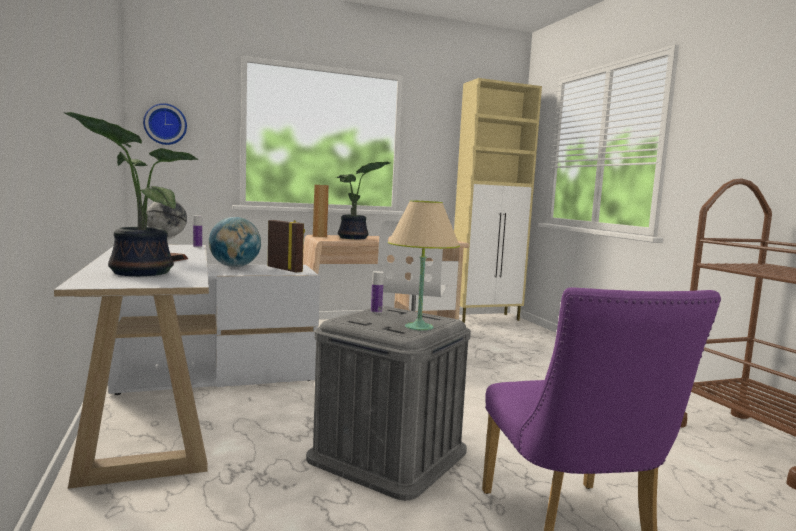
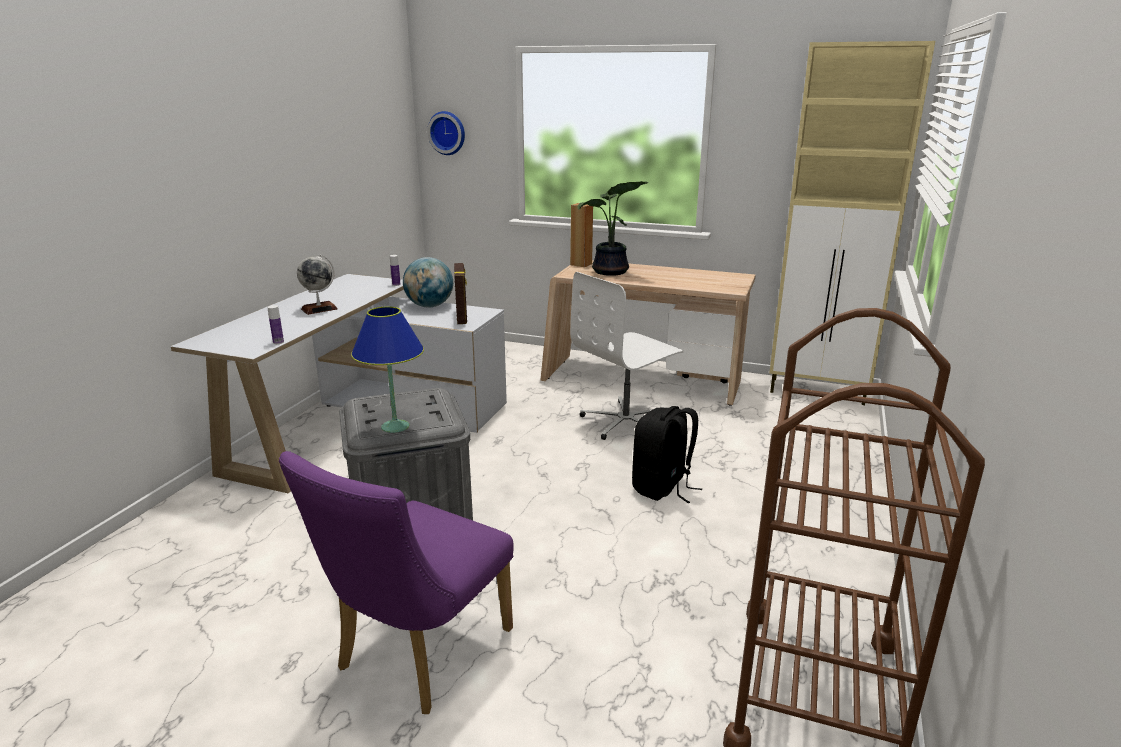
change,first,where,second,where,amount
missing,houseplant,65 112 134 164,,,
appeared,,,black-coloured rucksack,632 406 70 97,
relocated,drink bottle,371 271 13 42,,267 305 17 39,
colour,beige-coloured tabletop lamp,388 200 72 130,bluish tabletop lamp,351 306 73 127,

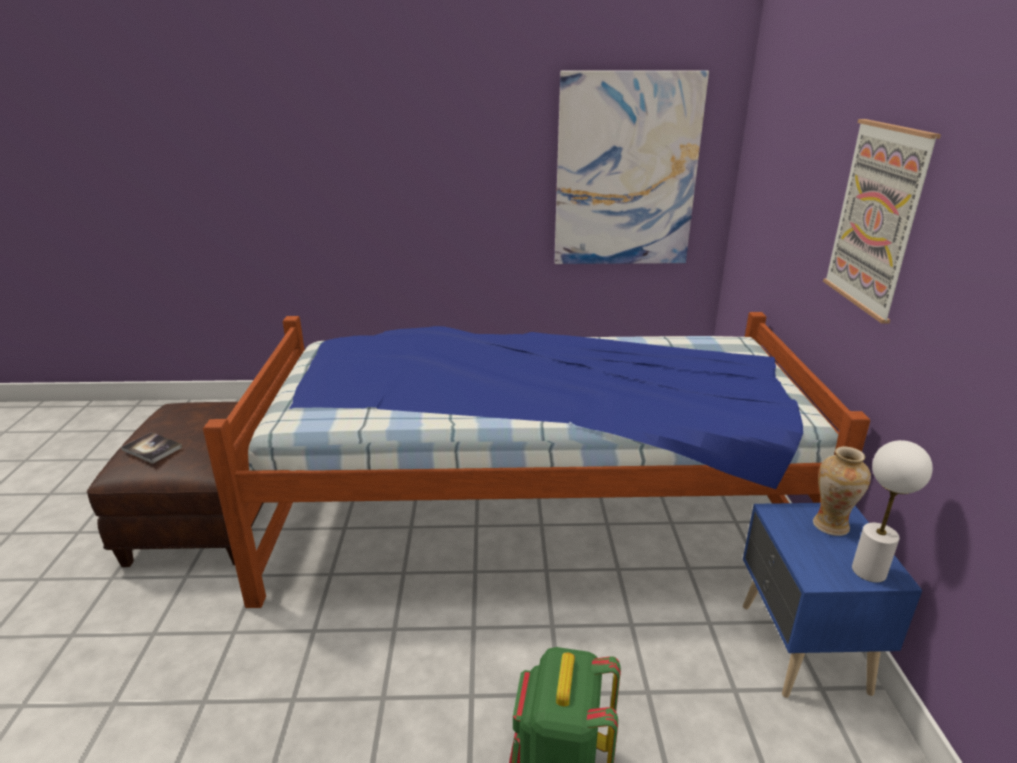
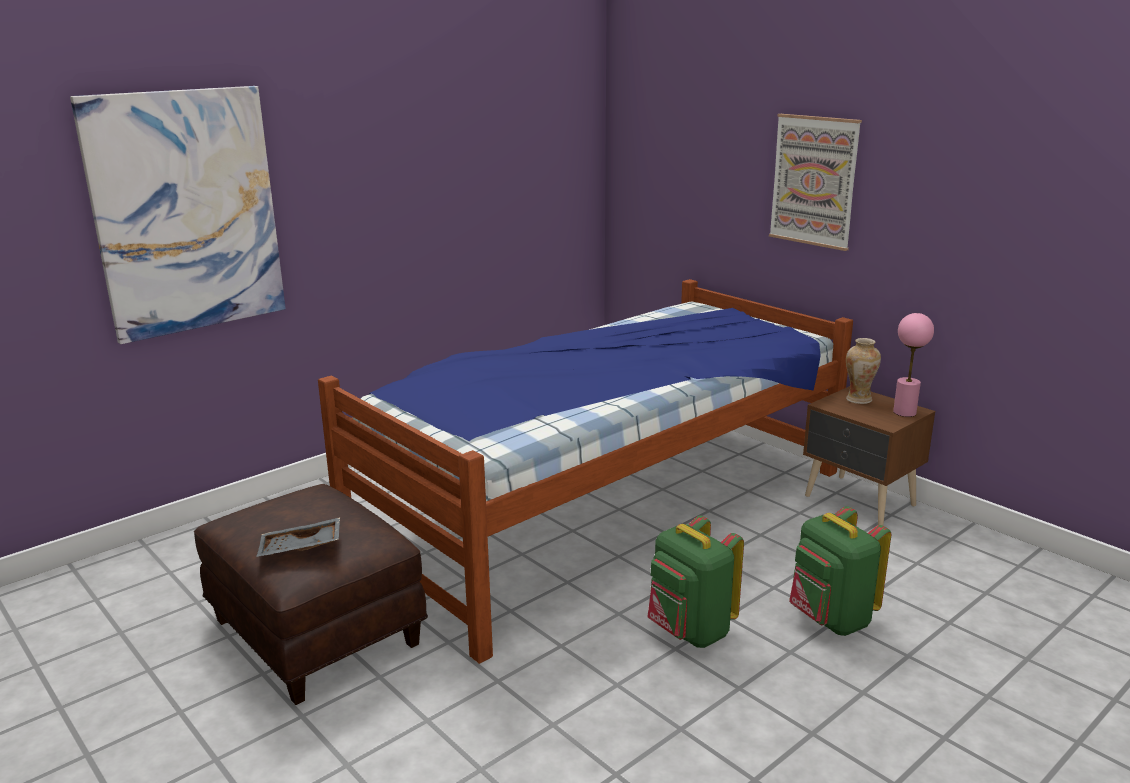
change,first,where,second,where,amount
appeared,,,green rucksack,648 515 96 133,
relocated,wall art,554 70 155 194,,70 86 216 258,
exchanged,book,121 432 61 32,gray carrying tray,256 517 84 40,
colour,bluish night table,743 503 180 195,brown-coloured night table,803 386 132 140,
colour,whitish tabletop lamp,852 440 81 143,pinkish tabletop lamp,893 313 41 104,

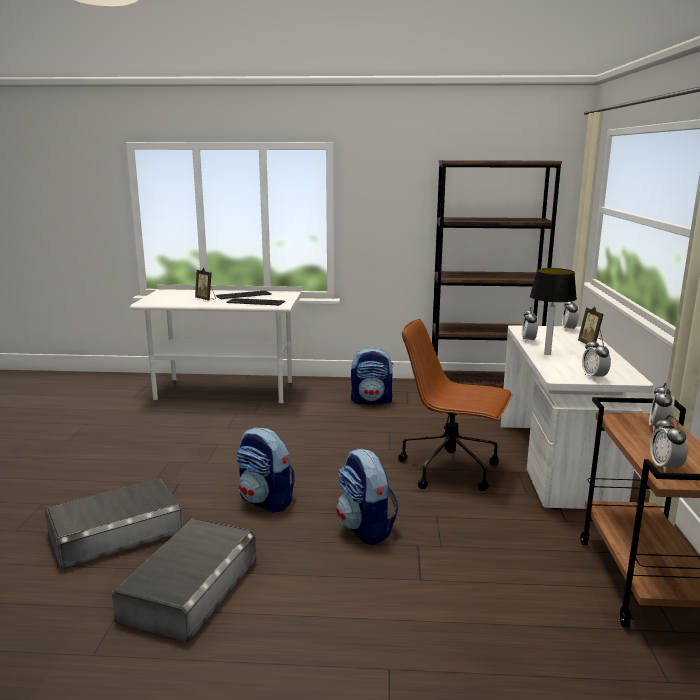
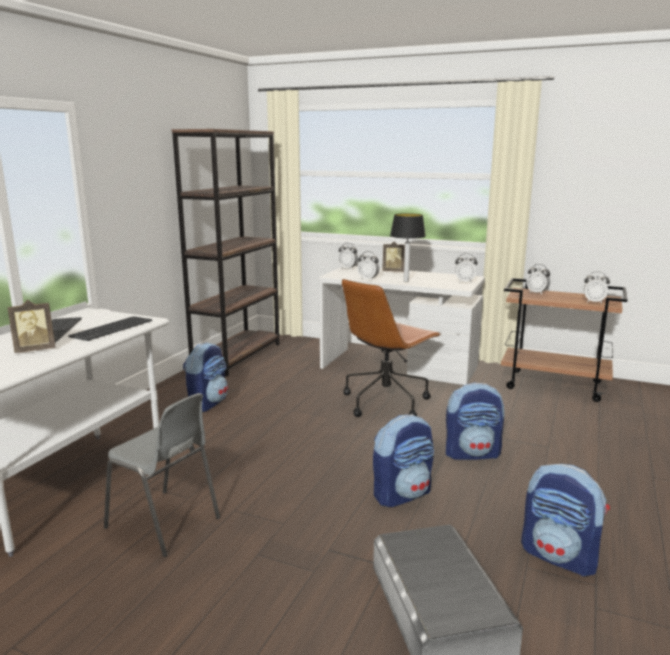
change,first,where,second,where,amount
appeared,,,gray upright chair,104 393 116 164,
exchanged,gray storage bin,112 518 144 124,rucksack,521 464 89 112,

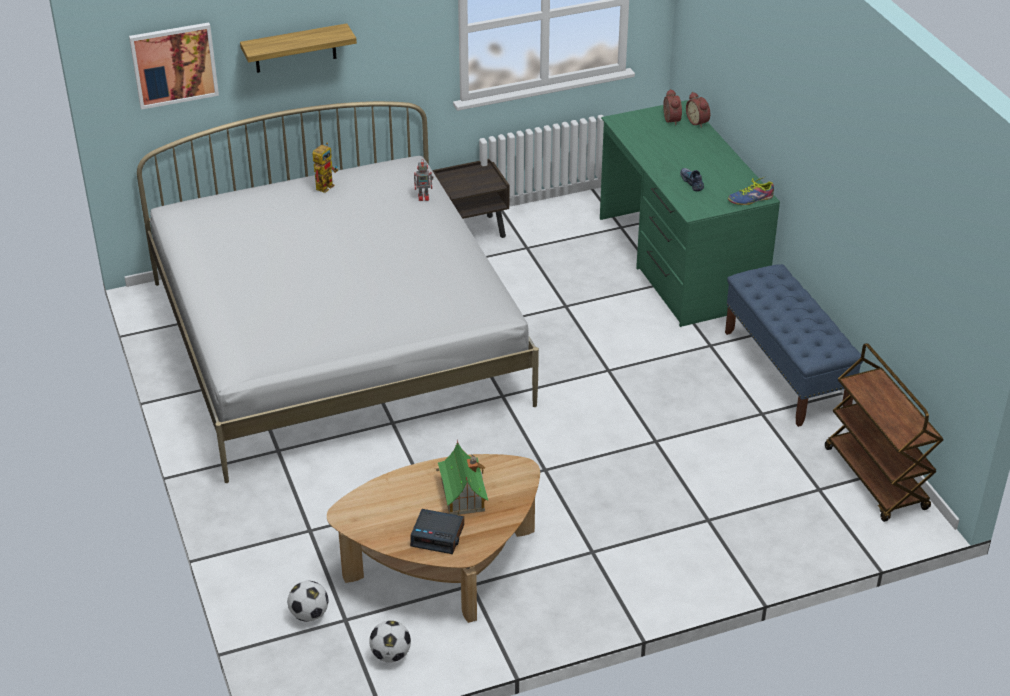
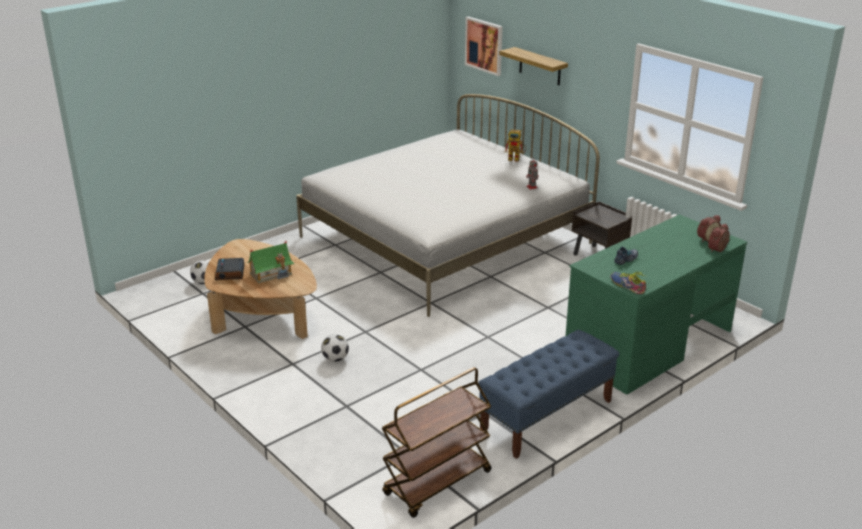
change,first,where,second,where,amount
relocated,ball for football,369 620 42 42,,321 334 28 28,

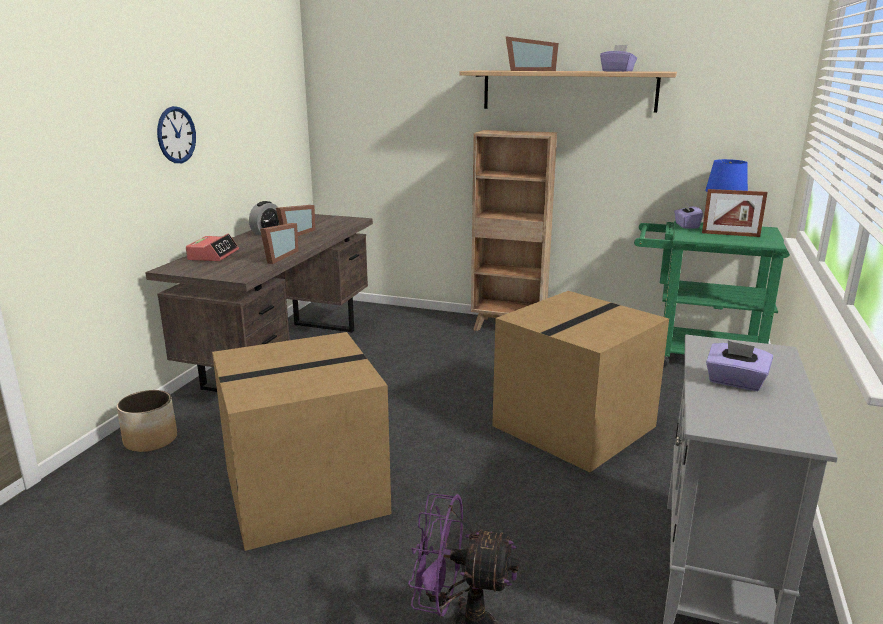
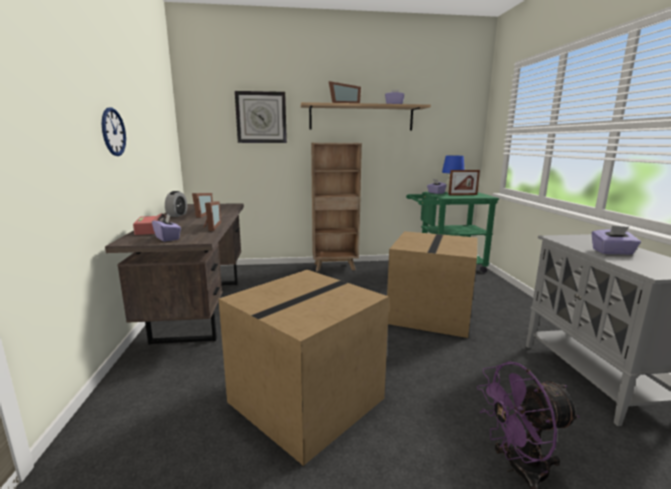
change,first,where,second,where,amount
missing,planter,117 390 60 62,,,
appeared,,,purple tissue holder,152 214 29 28,
appeared,,,clock on the wall,235 91 52 52,

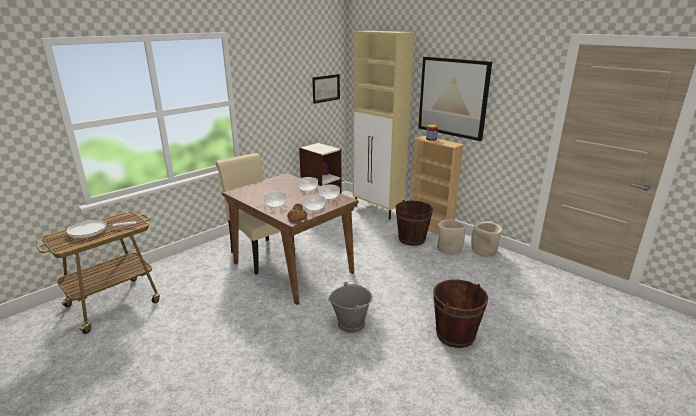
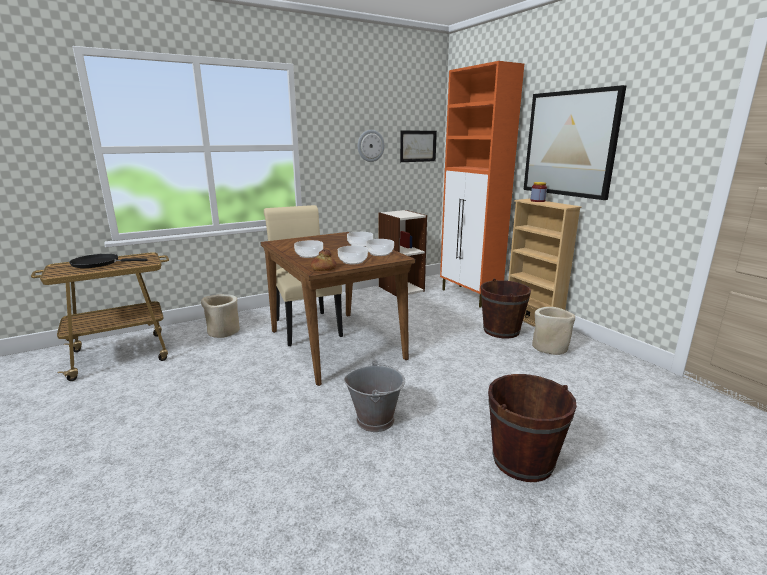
change,first,where,second,where,amount
appeared,,,clock on the wall,358 130 27 32,
relocated,beige-coloured planter,471 221 31 36,,201 294 39 44,
colour,whitish pan,66 219 70 19,black-coloured pan,69 254 79 14,
colour,beige-coloured storage cabinet,353 31 62 189,orange-coloured storage cabinet,440 61 84 246,

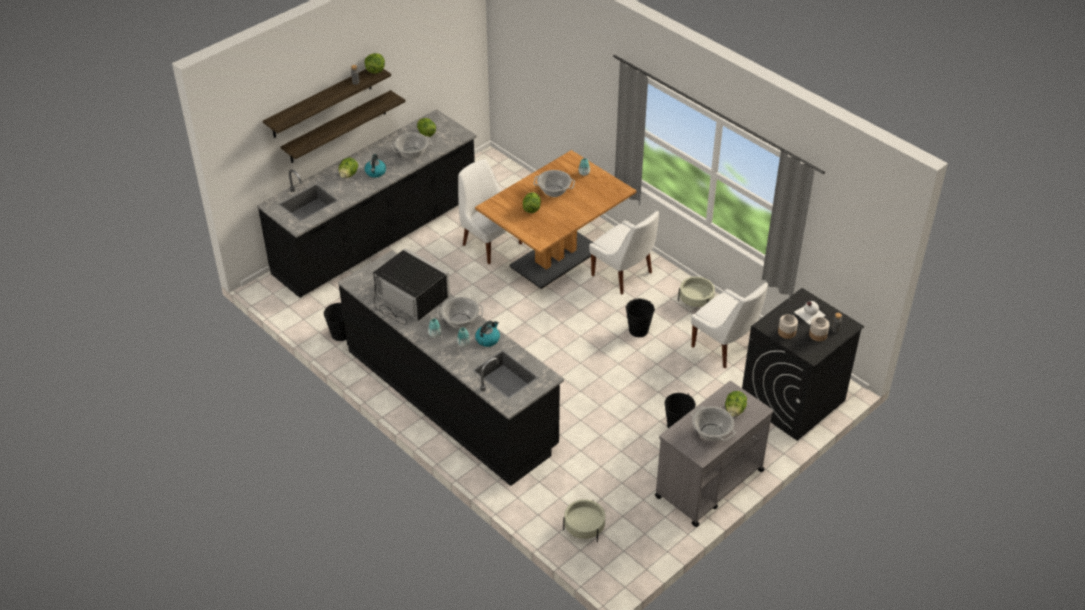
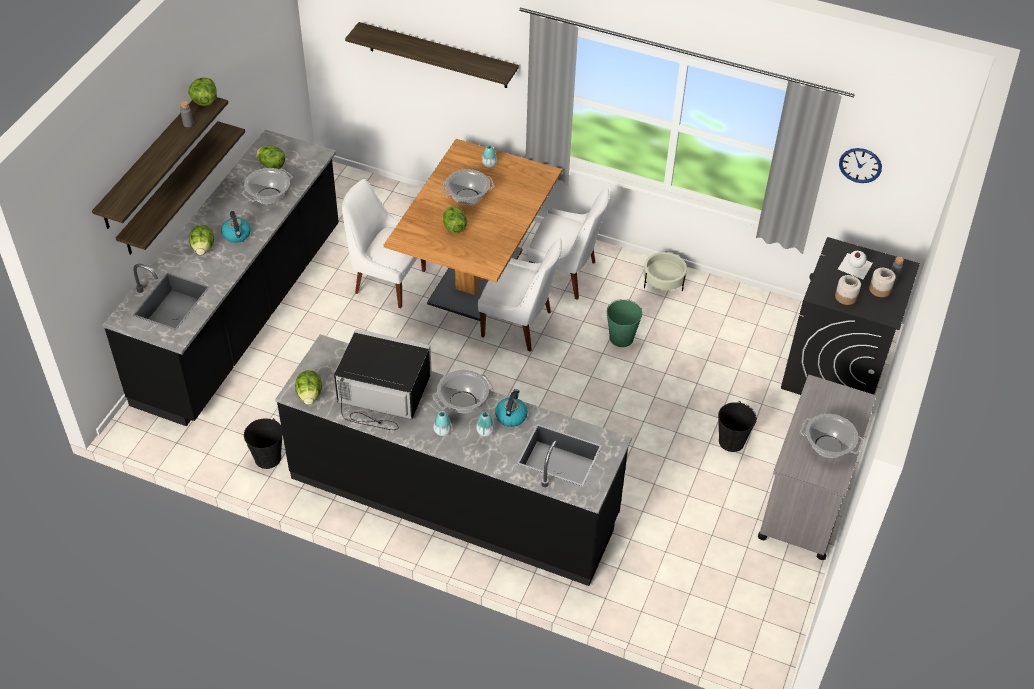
change,first,where,second,where,amount
missing,beige-coloured planter,563 499 42 43,,,
appeared,,,bracket shelf,345 22 174 66,
appeared,,,clock on the wall,839 148 43 35,
relocated,whitish upright chair,691 282 77 86,,478 239 84 113,
relocated,lettuce head,725 391 22 26,,295 370 27 35,
colour,black-coloured bucket,625 298 30 39,green bucket,607 299 35 48,

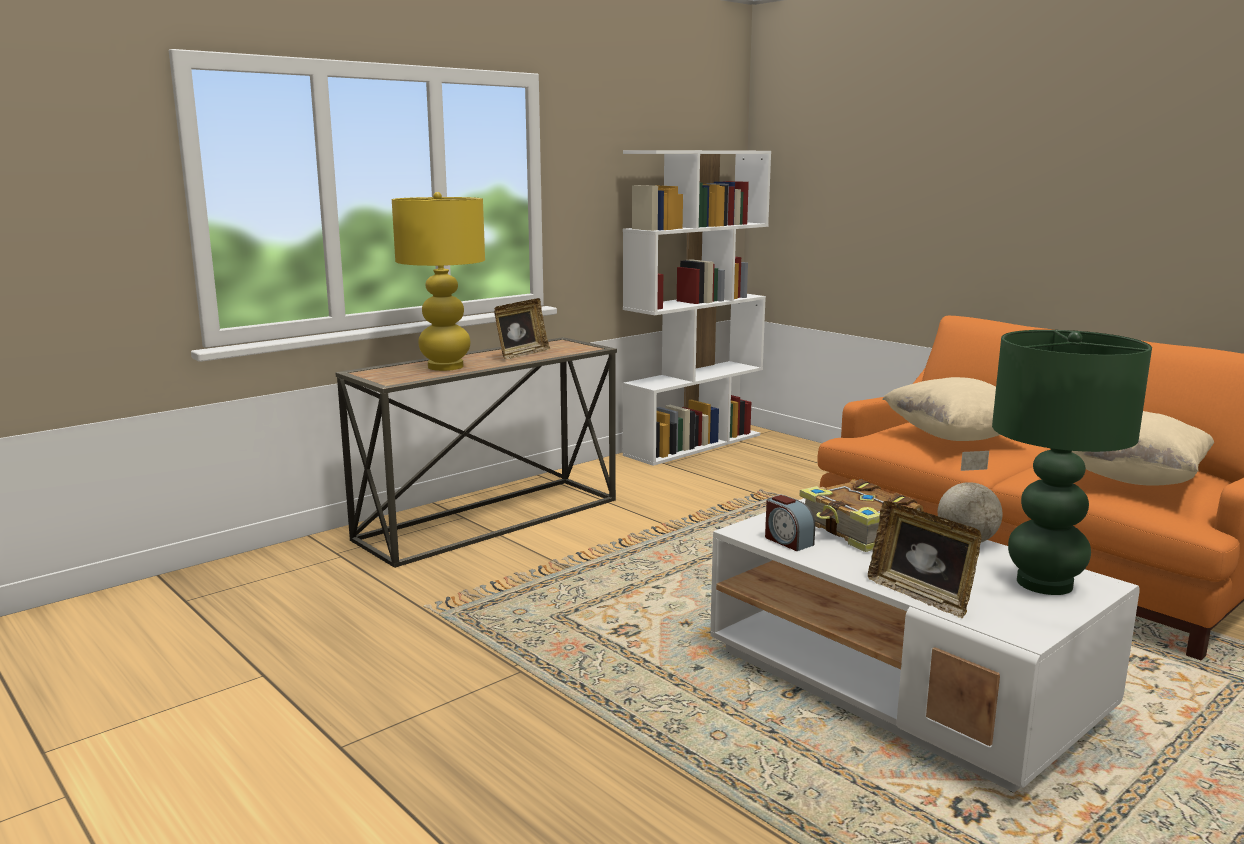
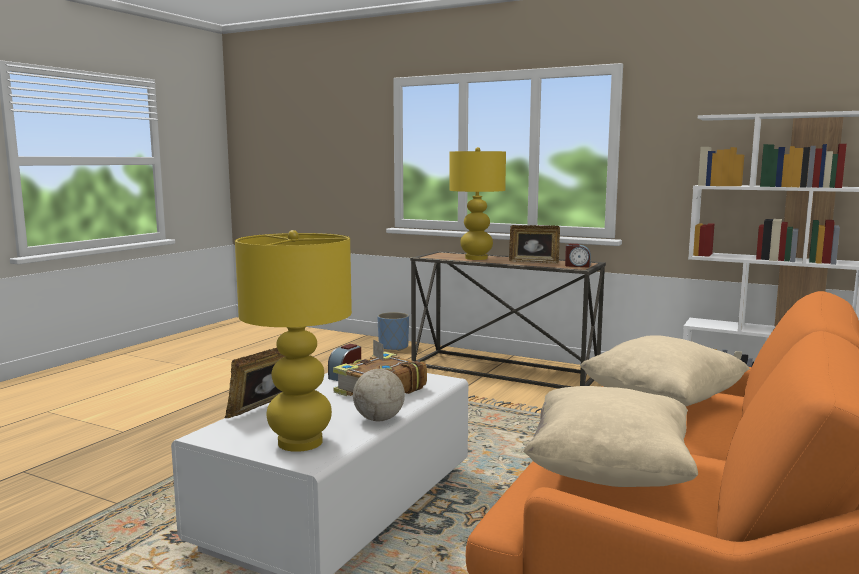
change,first,where,second,where,amount
appeared,,,bluish planter,377 312 32 39,
appeared,,,bedside clock,565 244 26 23,
colour,green tabletop lamp,992 330 160 265,yellow-coloured tabletop lamp,235 230 117 222,

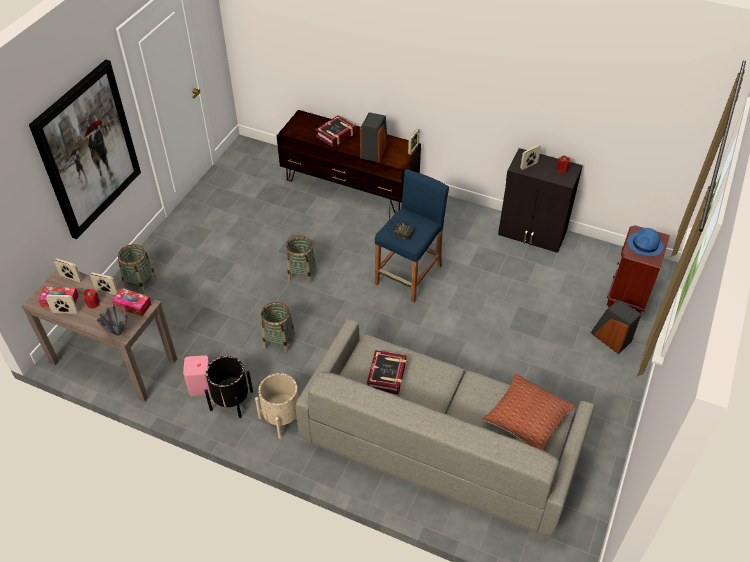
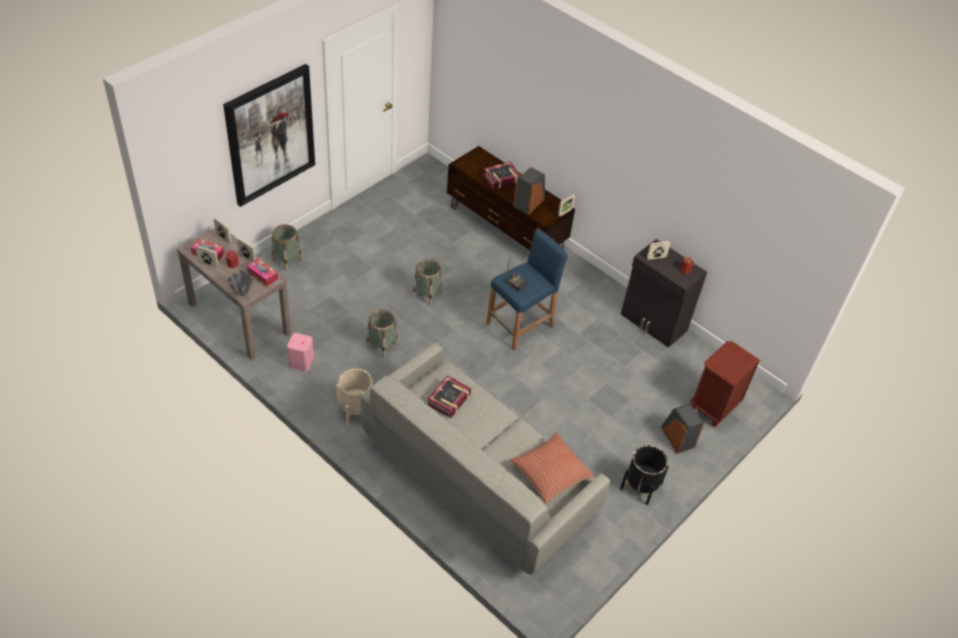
change,first,where,second,where,amount
missing,bluish hat,628 228 35 28,,,
relocated,black-coloured planter,205 356 48 62,,620 445 49 60,

